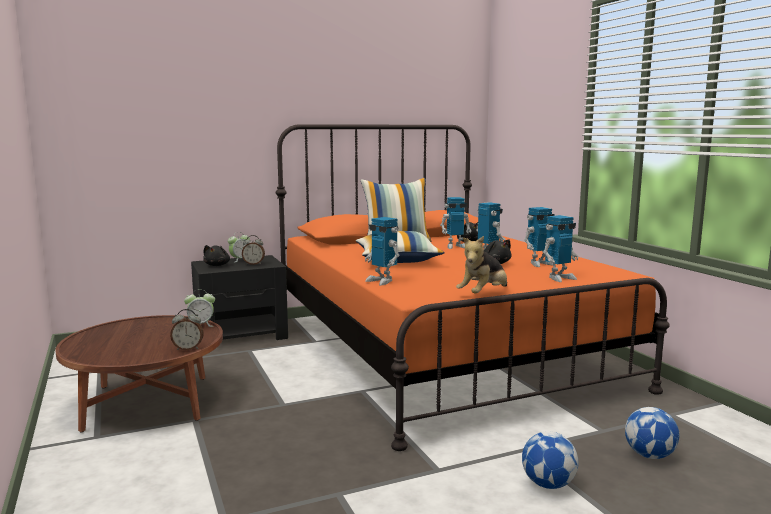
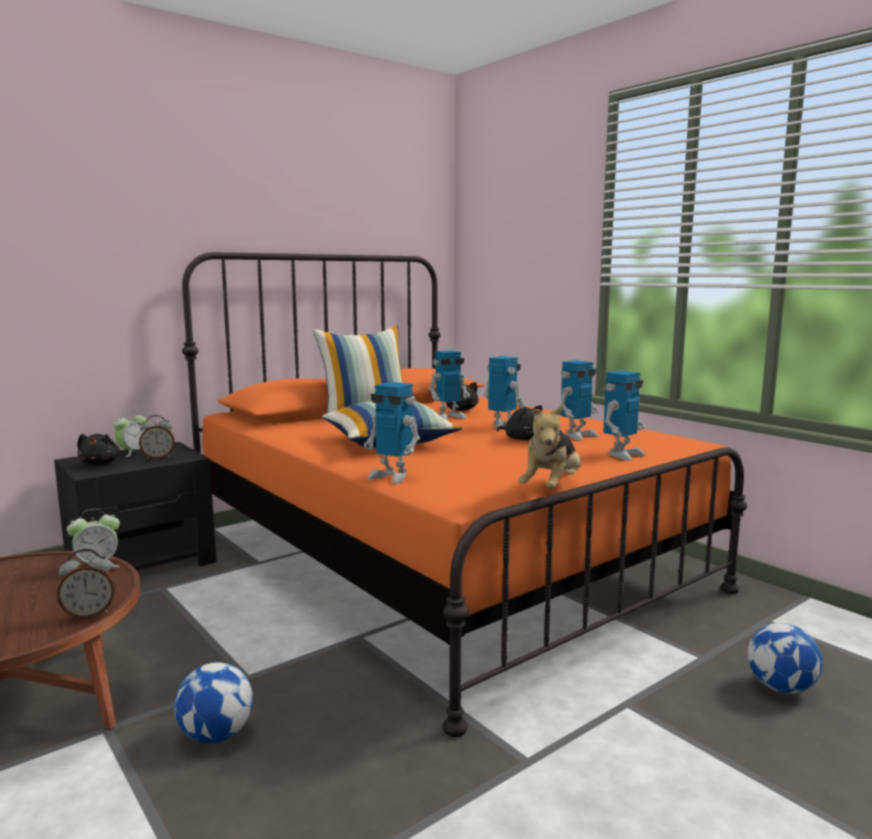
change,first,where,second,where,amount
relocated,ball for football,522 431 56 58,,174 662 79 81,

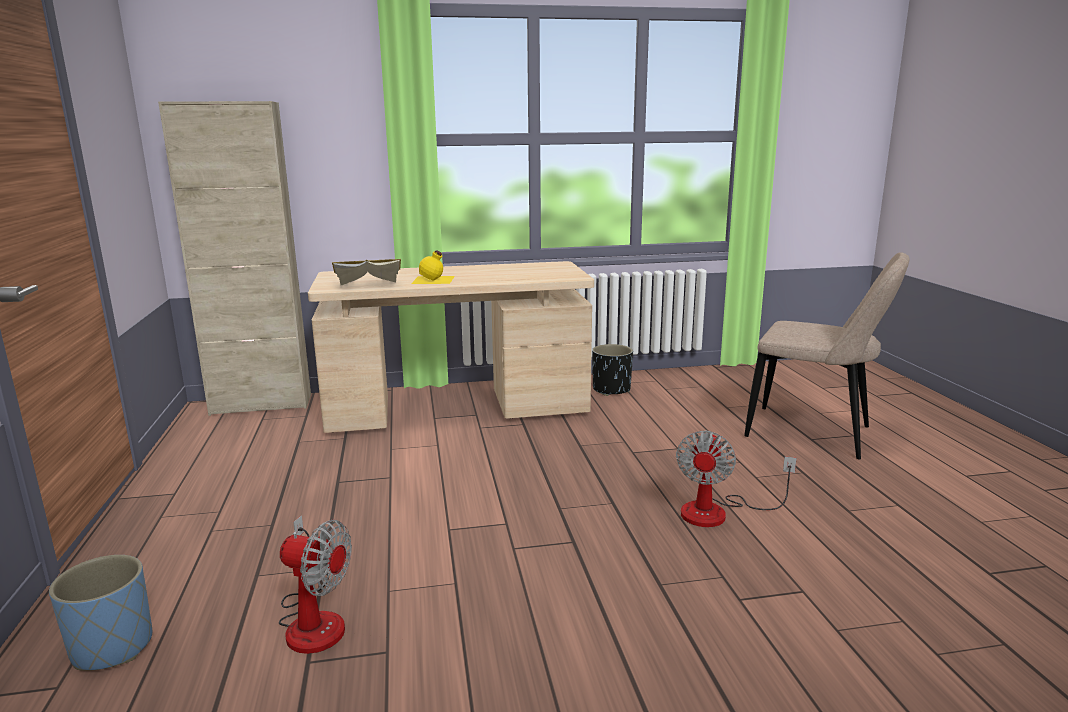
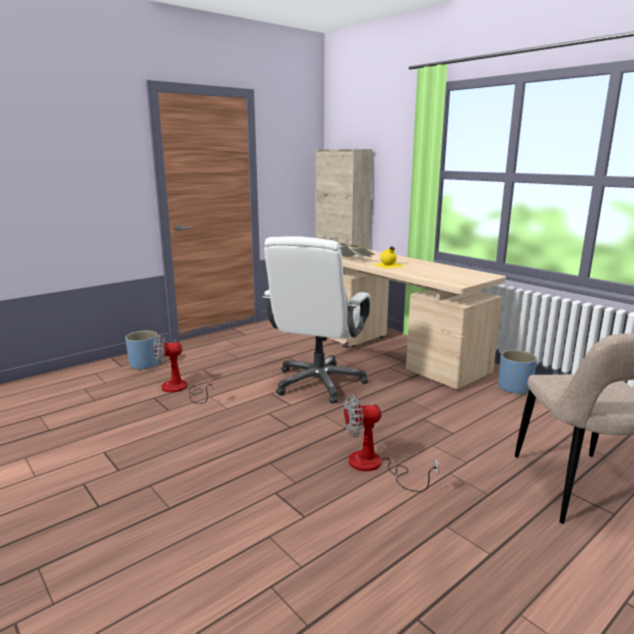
change,first,where,second,where,amount
appeared,,,whitish office chair,262 236 108 167,
colour,black-coloured planter,592 344 41 52,bluish planter,498 350 39 45,
spun,electric fan,279 515 73 139,,154 335 58 69,90 degrees clockwise

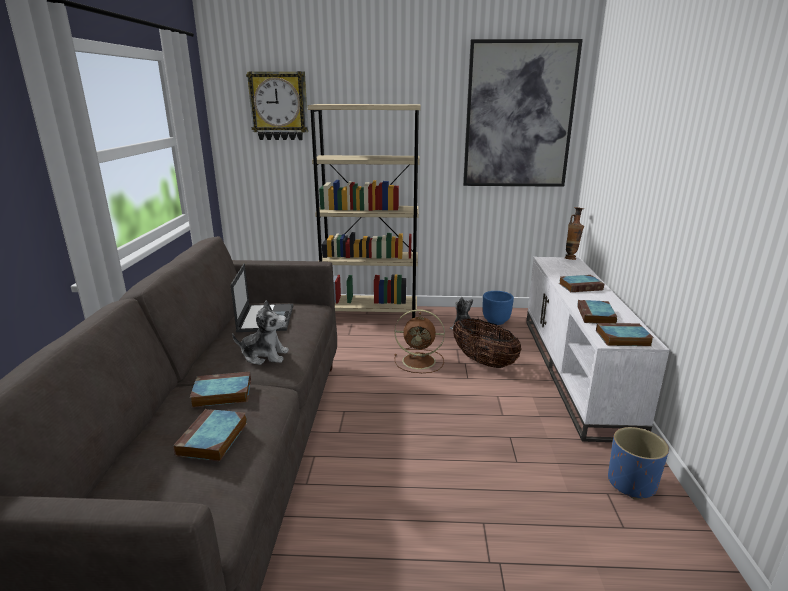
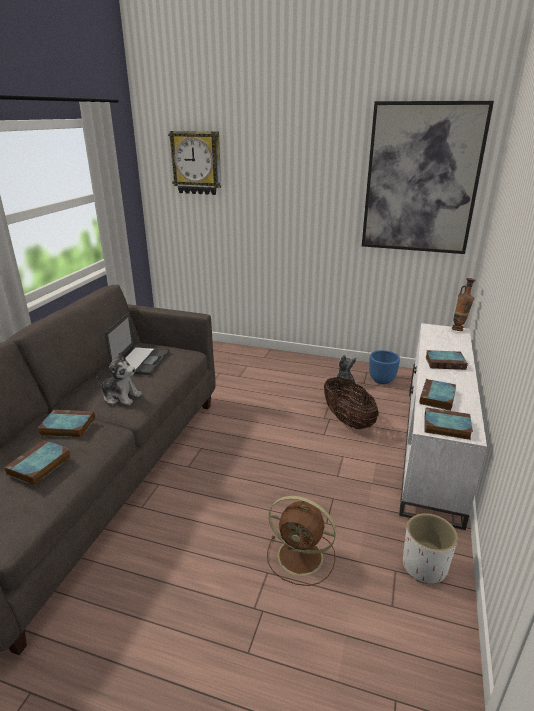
change,first,where,second,where,amount
missing,beige-coloured bookshelf,308 104 113 214,,,
relocated,brown-coloured electric fan,395 309 50 64,,267 496 69 90,
colour,bluish planter,608 427 61 72,whitish planter,403 513 55 71,

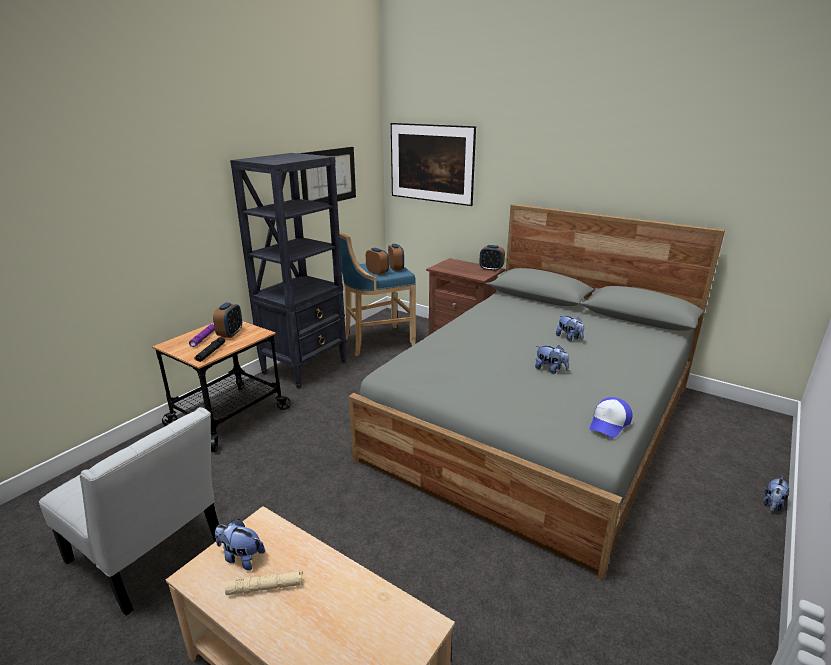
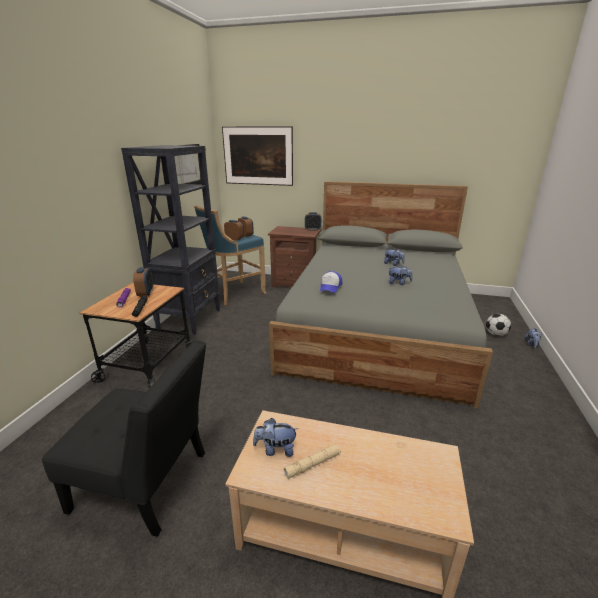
change,first,where,second,where,amount
appeared,,,ball for football,486 314 25 22,
relocated,peaked cap,590 397 42 41,,320 271 23 22,
colour,whitish upright chair,39 407 180 209,black-coloured upright chair,42 340 164 197,

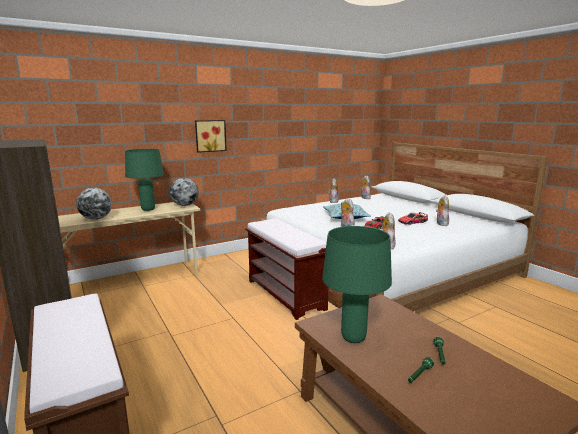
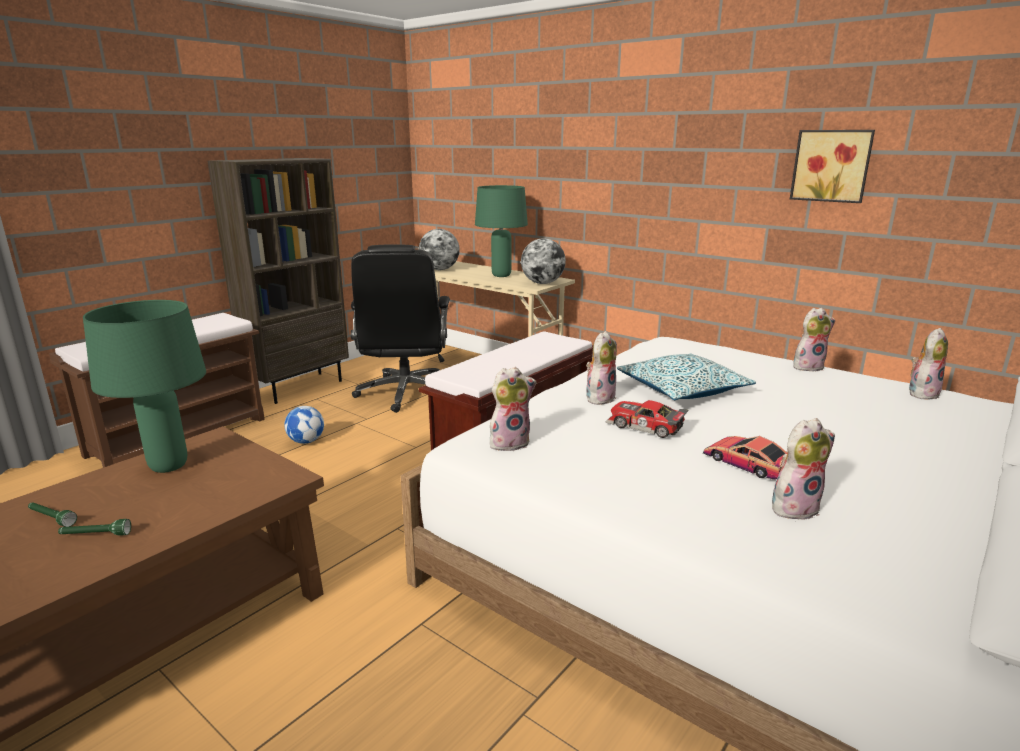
change,first,where,second,where,amount
appeared,,,ball for football,284 406 40 38,
appeared,,,black-coloured office chair,351 244 99 169,
relocated,wall art,195 120 32 33,,790 130 85 73,

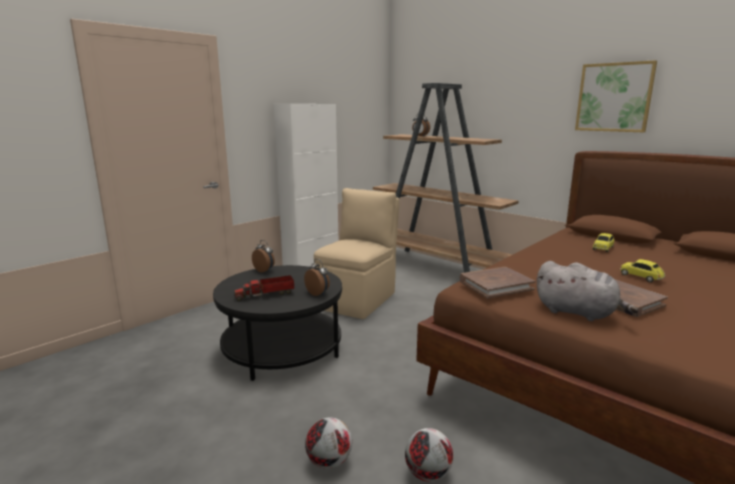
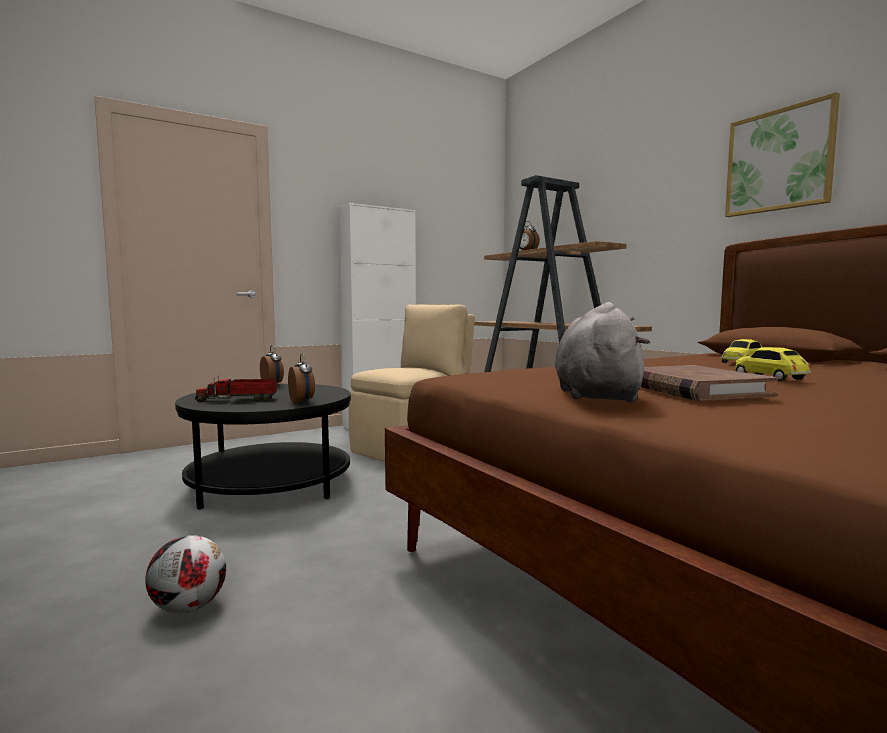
change,first,where,second,where,amount
missing,ball for football,405 428 48 54,,,
missing,brown-coloured book,460 267 75 32,,,
spun,gray plush toy,536 261 103 60,,555 302 95 100,135 degrees counterclockwise

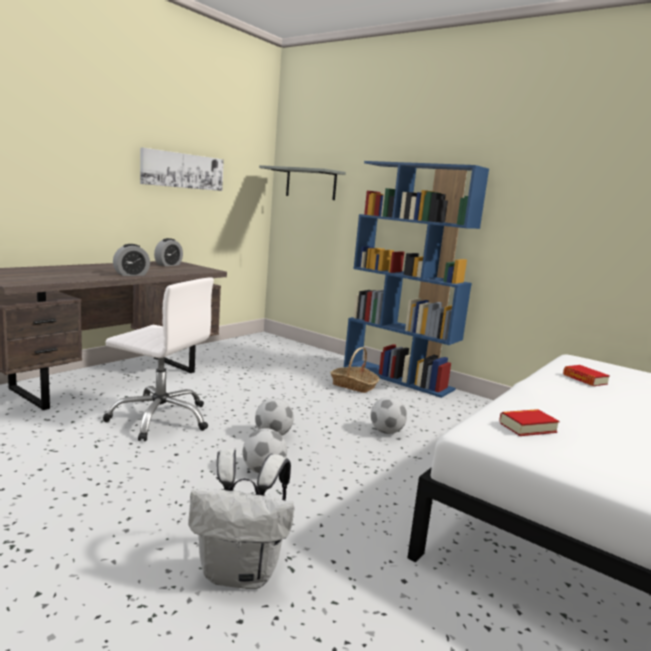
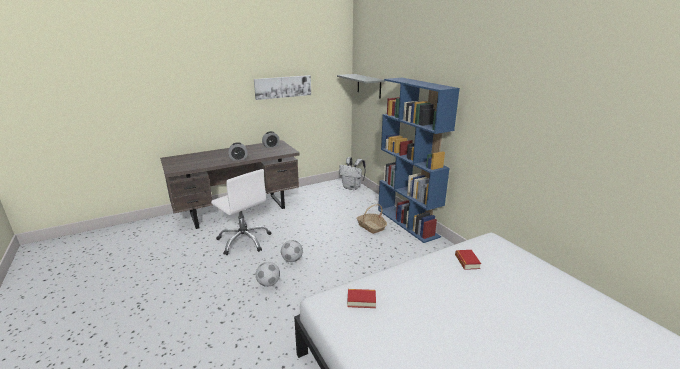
change,first,where,second,where,amount
missing,ball for football,371 397 36 37,,,
relocated,whitish rucksack,188 449 106 140,,339 157 27 33,

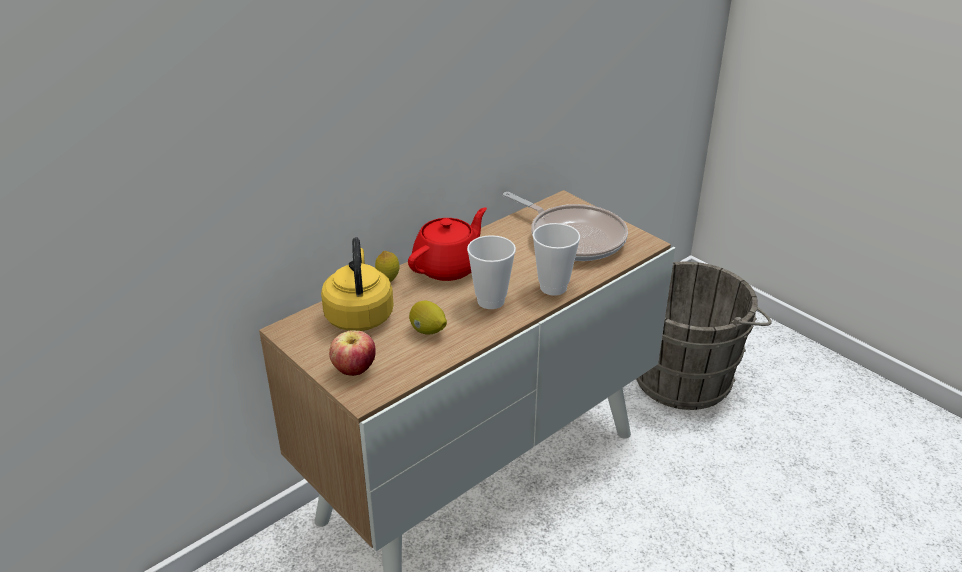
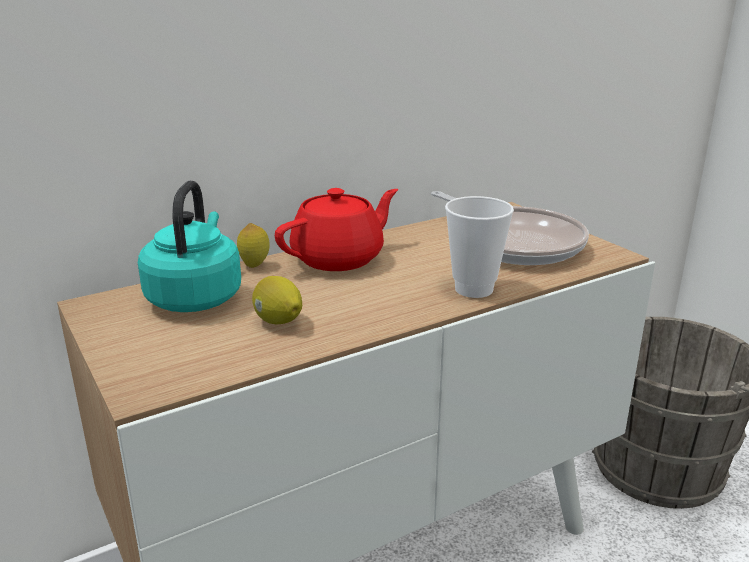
change,first,where,second,where,amount
missing,apple fruit,329 331 47 45,,,
missing,drinking cup,467 235 49 74,,,
colour,yellow-coloured tea kettle,321 237 72 94,blue-green tea kettle,138 180 103 132,

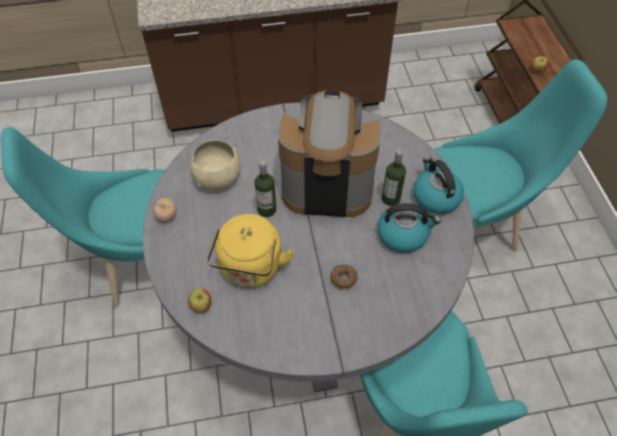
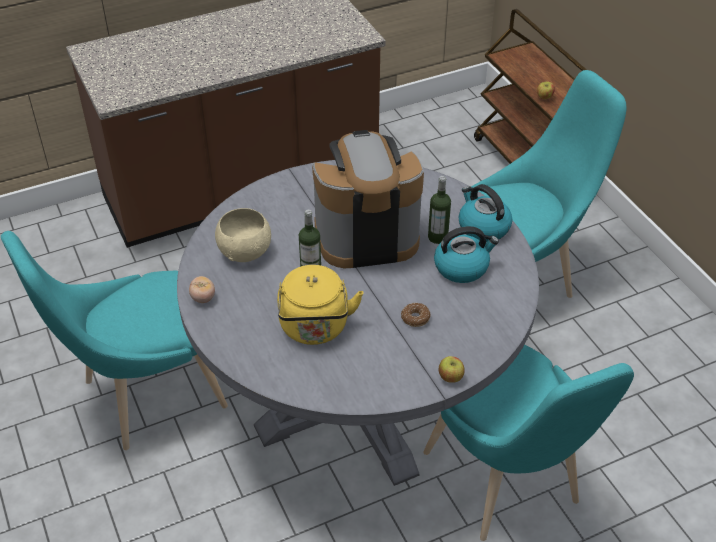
change,first,where,second,where,amount
relocated,apple fruit,188 288 23 25,,439 356 26 27,

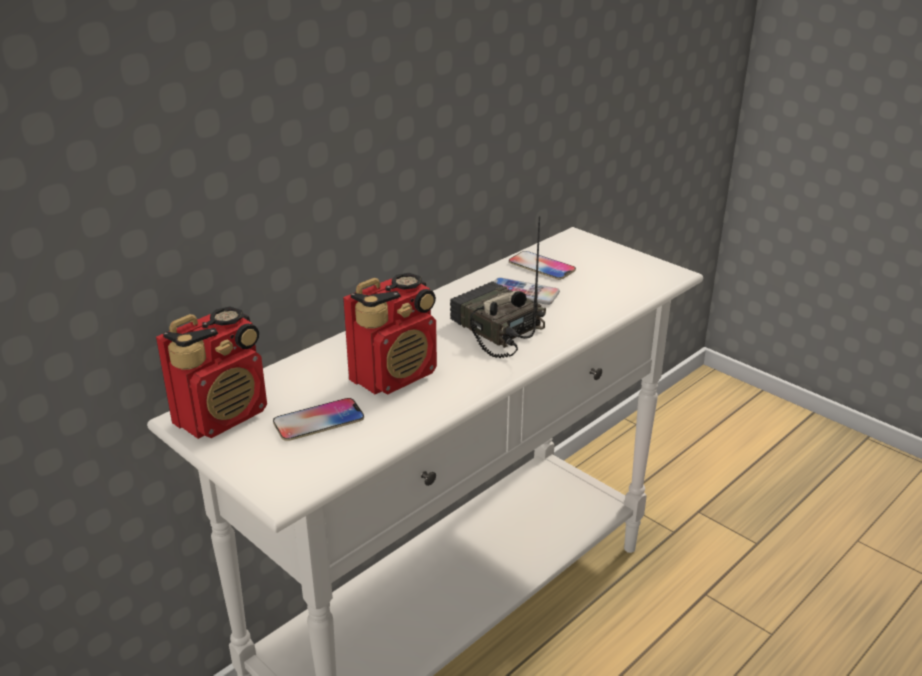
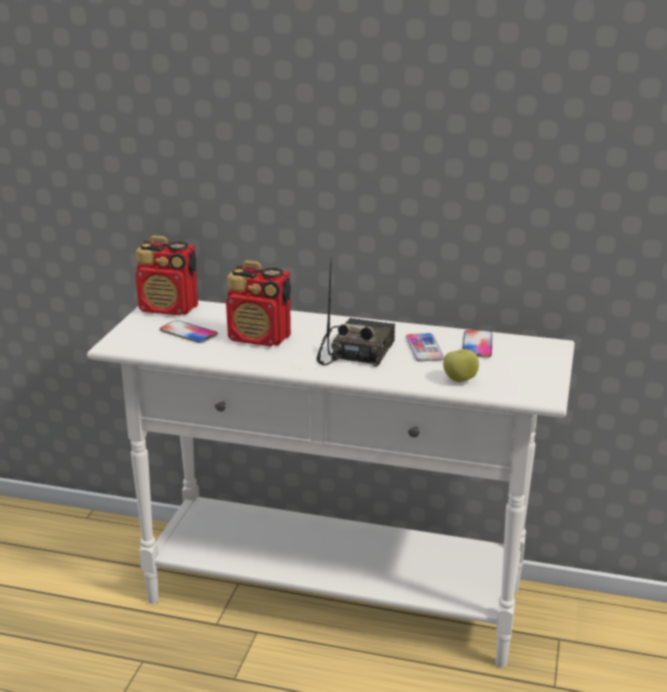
change,first,where,second,where,amount
appeared,,,apple fruit,443 349 36 33,

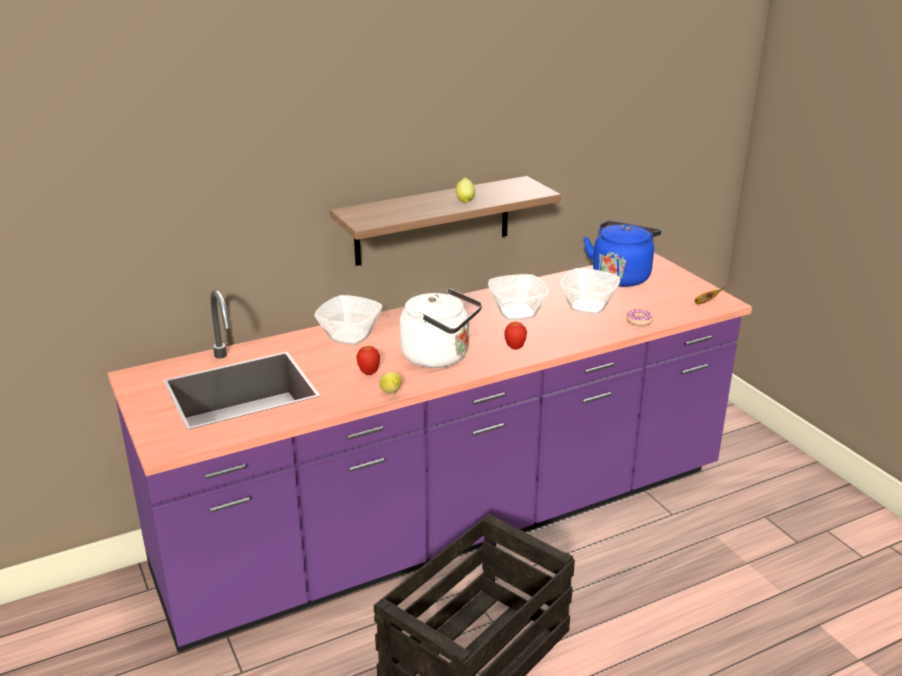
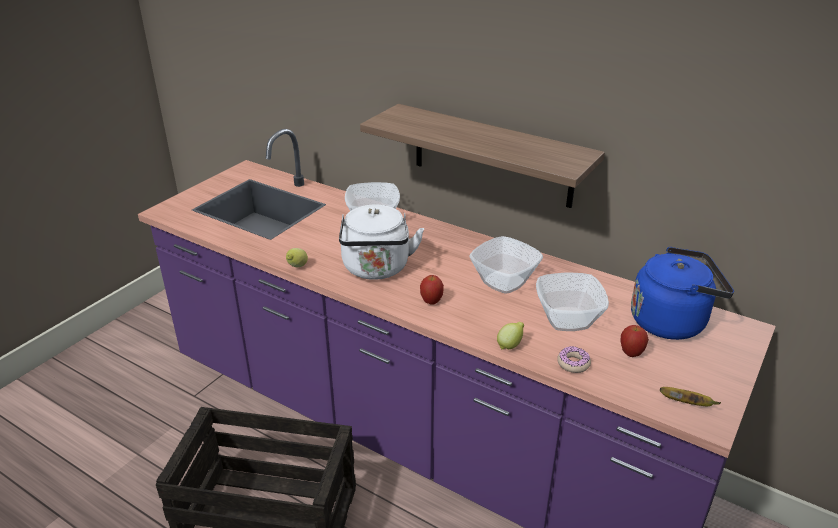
change,first,where,second,where,amount
relocated,apple fruit,356 346 24 29,,621 325 28 32,
relocated,citrus fruit,456 178 19 25,,497 322 27 27,

